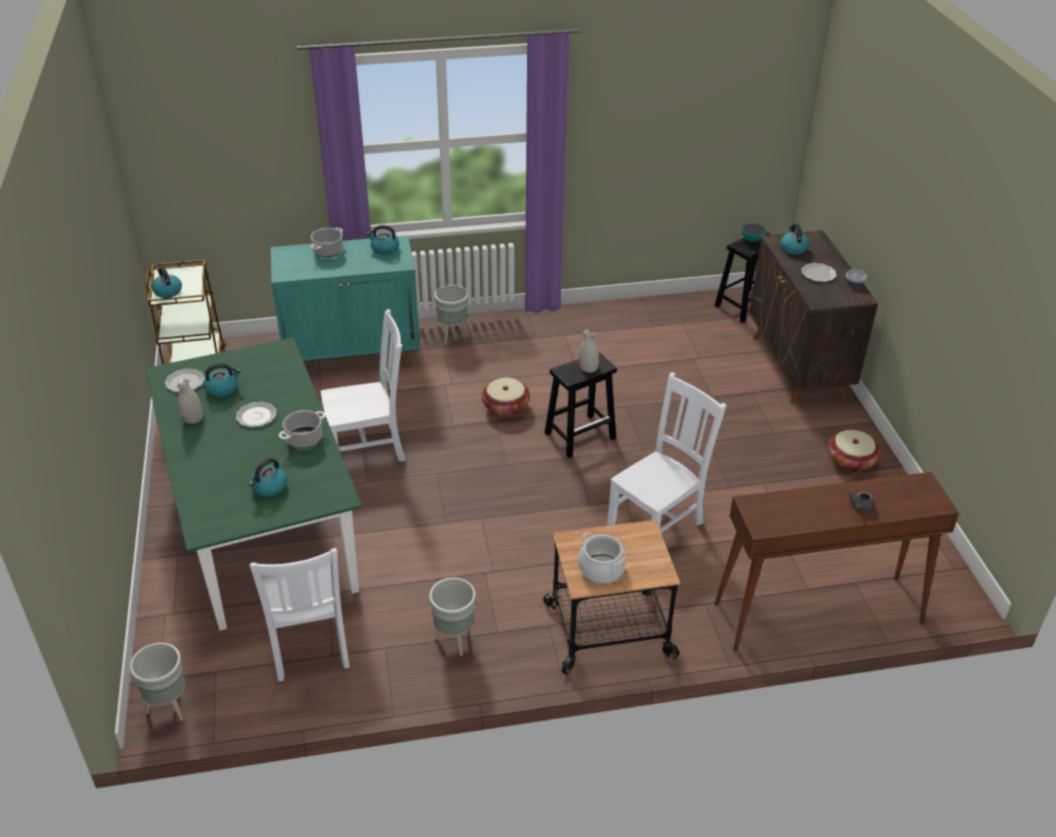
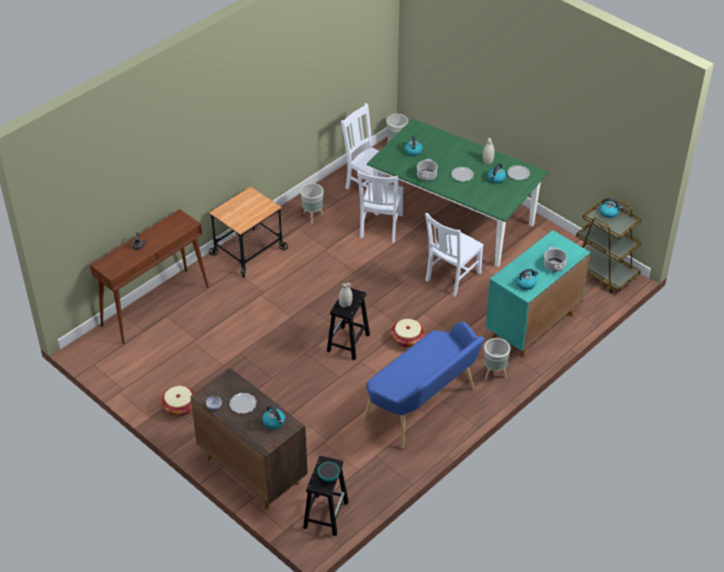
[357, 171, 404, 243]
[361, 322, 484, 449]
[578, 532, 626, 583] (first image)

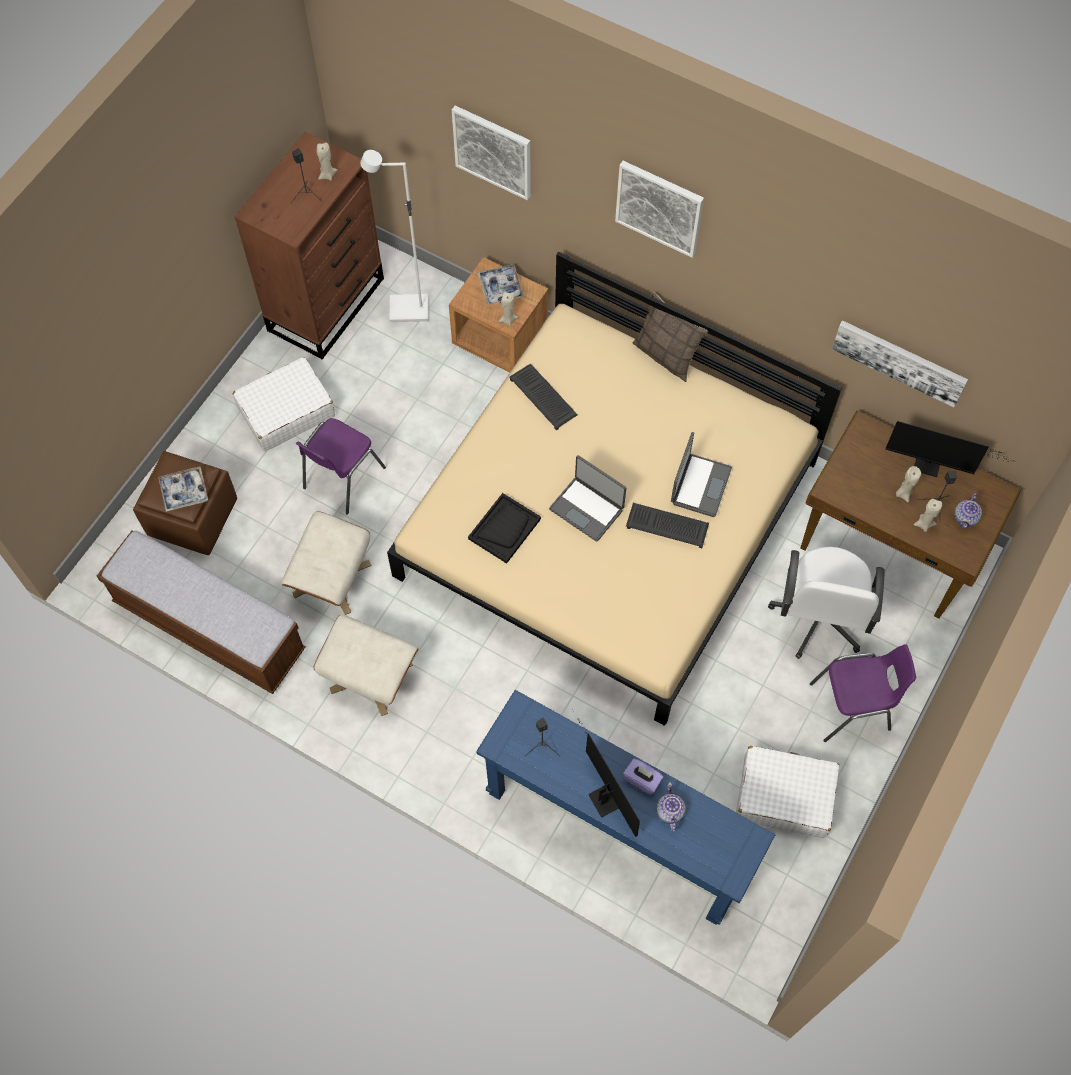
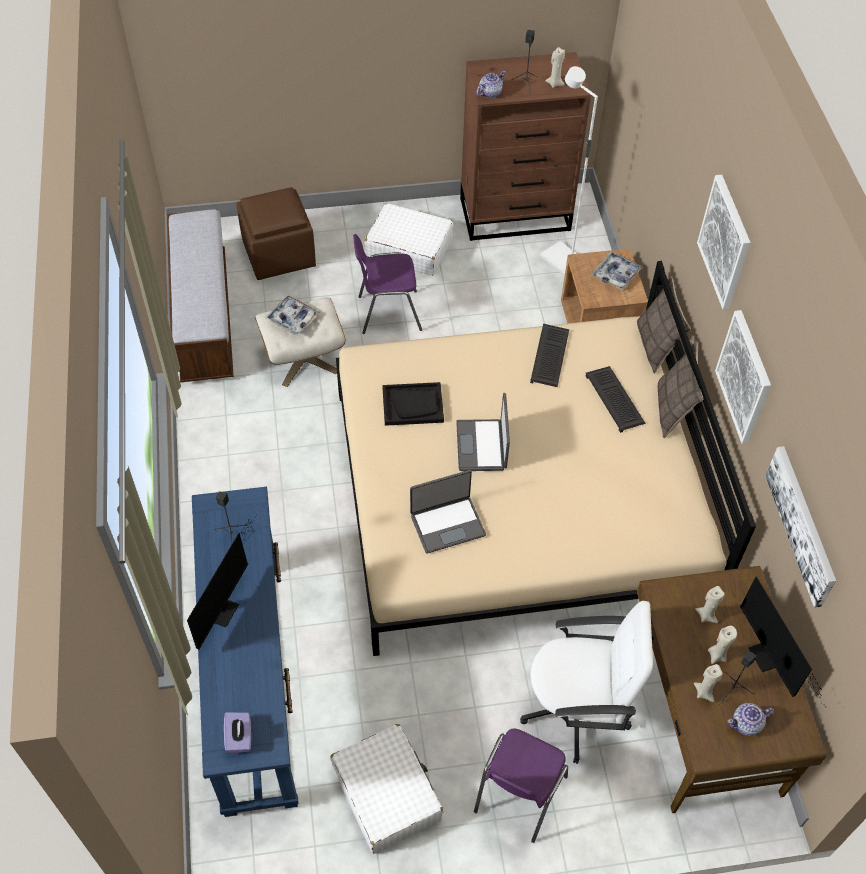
[224, 712, 251, 754]
[265, 295, 319, 335]
[410, 470, 486, 554]
[474, 728, 568, 843]
[476, 71, 506, 98]
[520, 601, 653, 764]
[586, 366, 645, 433]
[637, 277, 691, 374]
[695, 586, 725, 623]
[715, 310, 771, 444]
[313, 615, 418, 716] (first image)

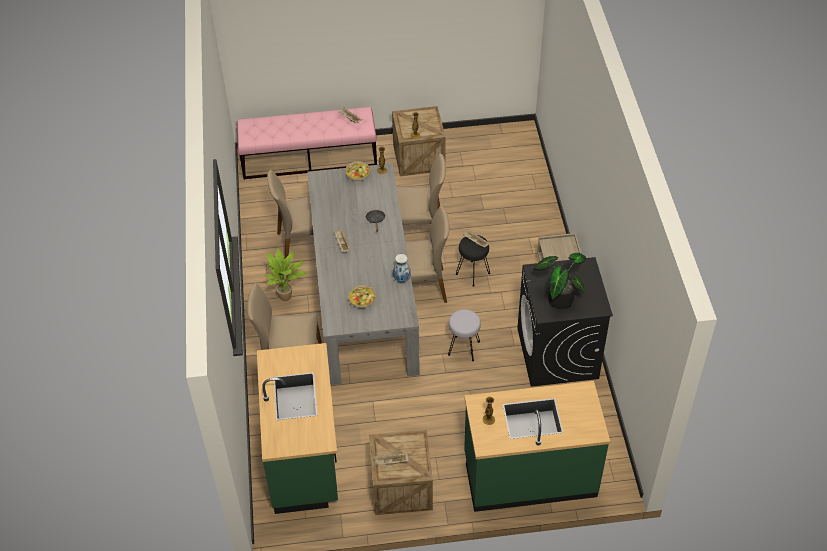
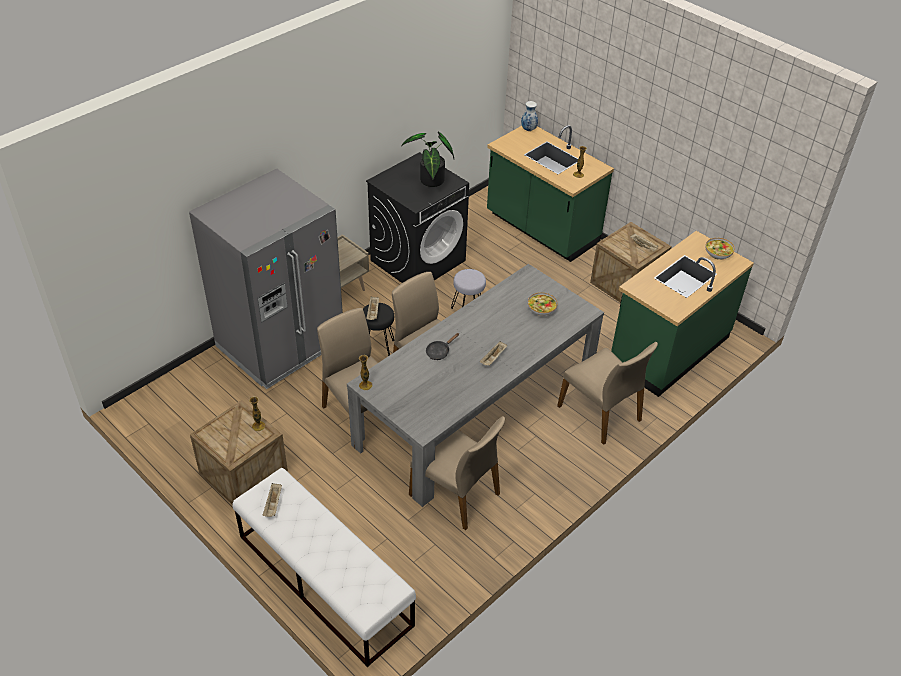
[189, 169, 343, 389]
[233, 468, 416, 667]
[521, 101, 538, 131]
[705, 238, 735, 260]
[264, 248, 307, 301] (first image)

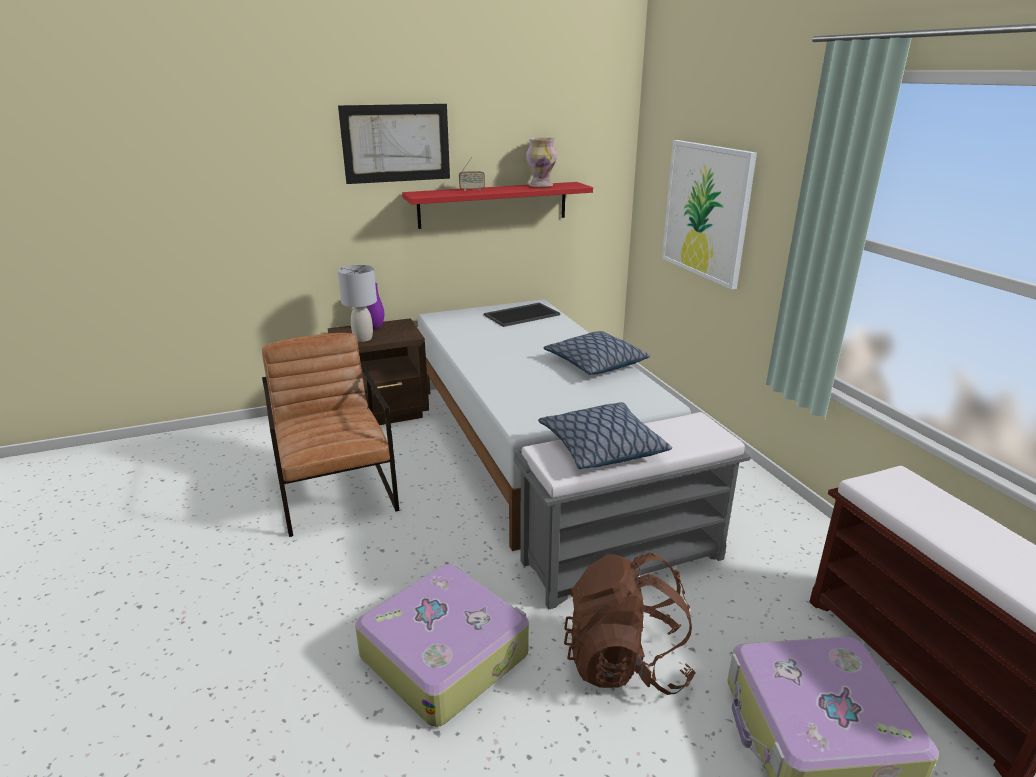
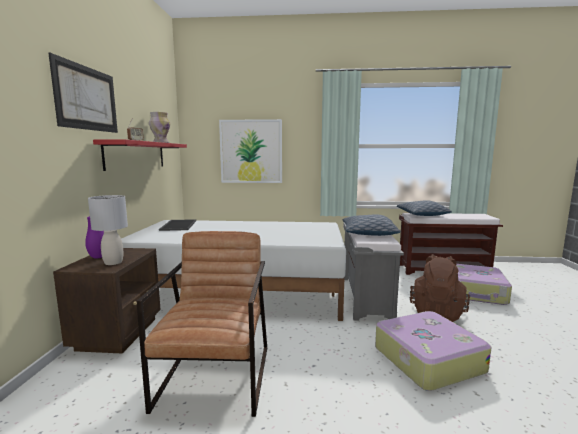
[136, 231, 267, 417]
[397, 200, 452, 216]

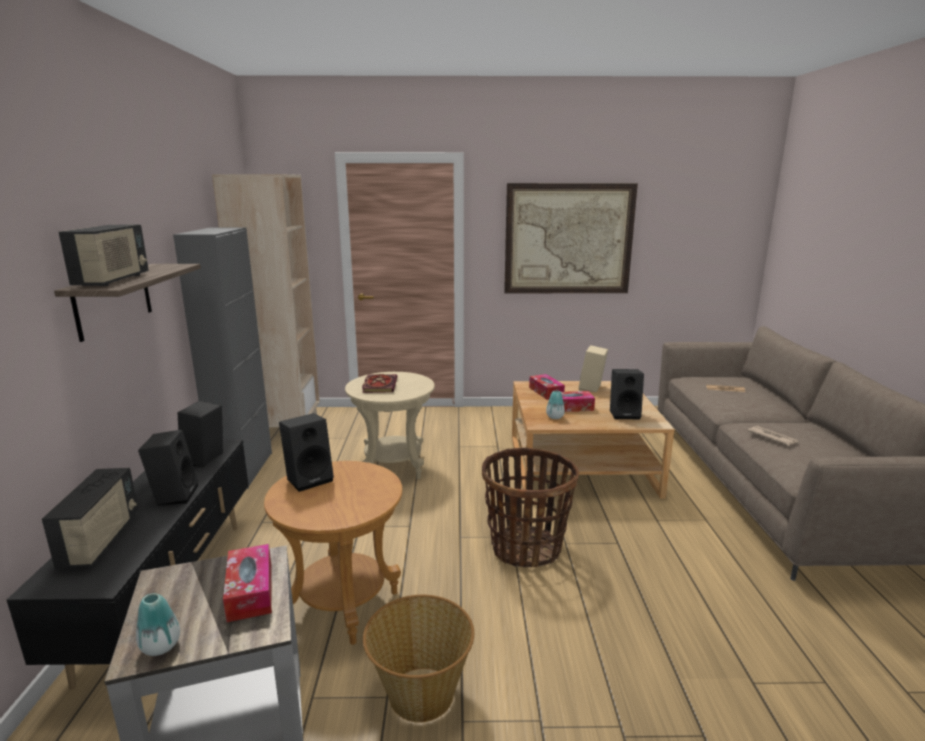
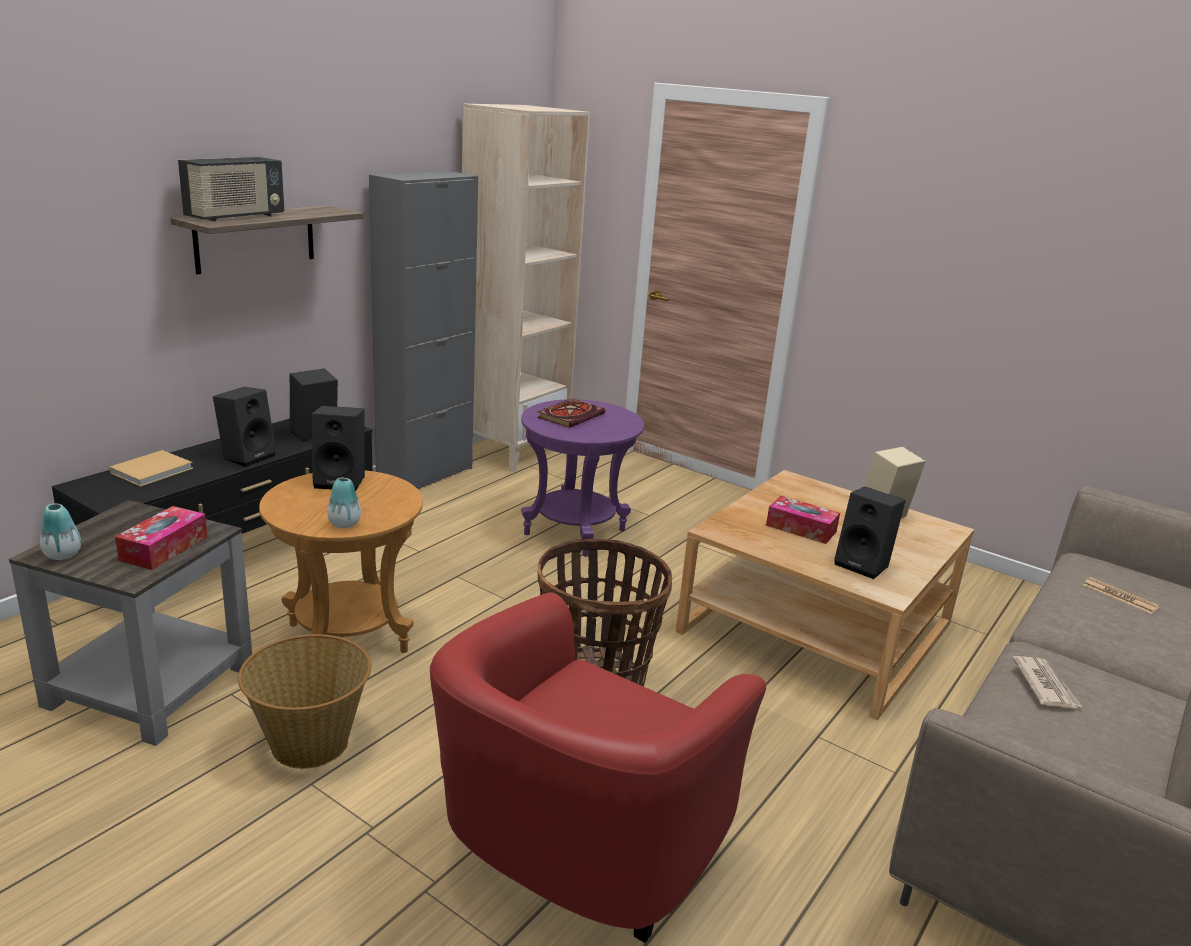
[109, 450, 193, 487]
[328, 478, 361, 528]
[430, 592, 766, 943]
[521, 399, 644, 557]
[504, 183, 638, 293] (first image)
[529, 374, 565, 400] (first image)

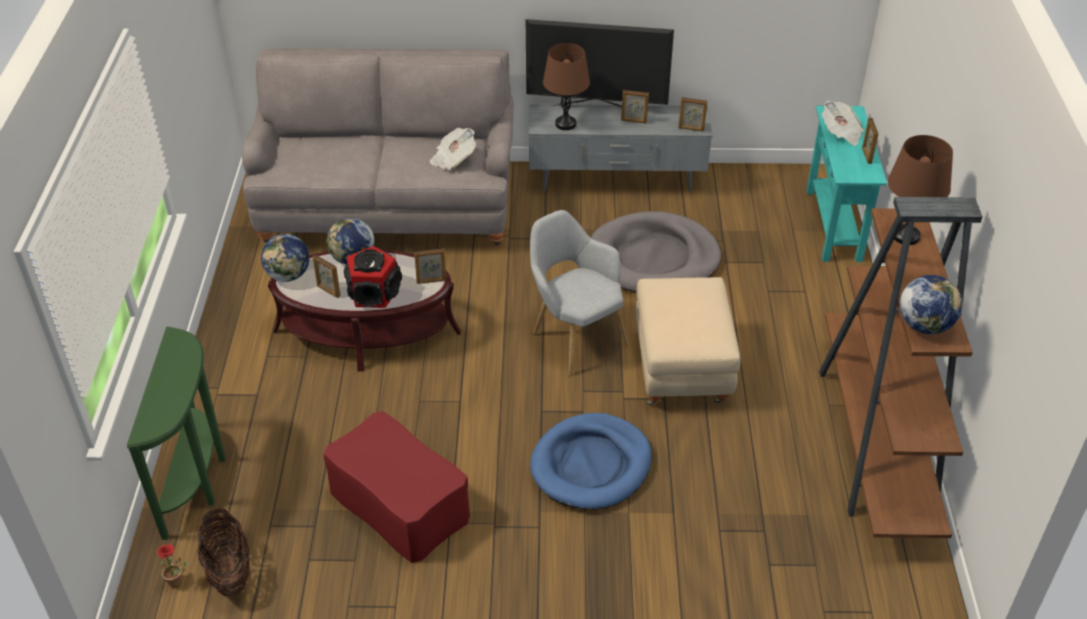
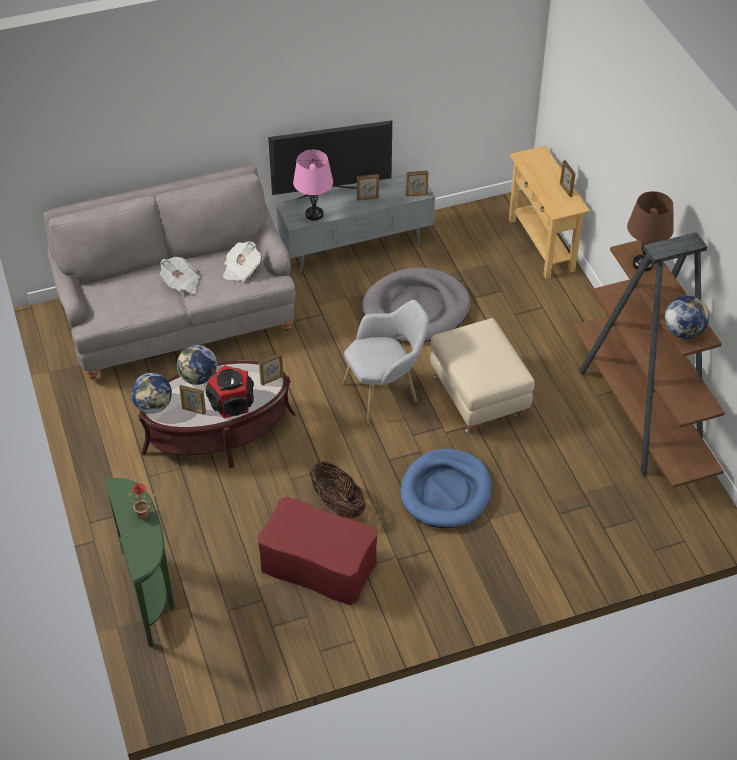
[128, 483, 158, 519]
[160, 257, 200, 294]
[293, 150, 333, 221]
[310, 461, 366, 519]
[343, 300, 429, 424]
[509, 146, 590, 279]

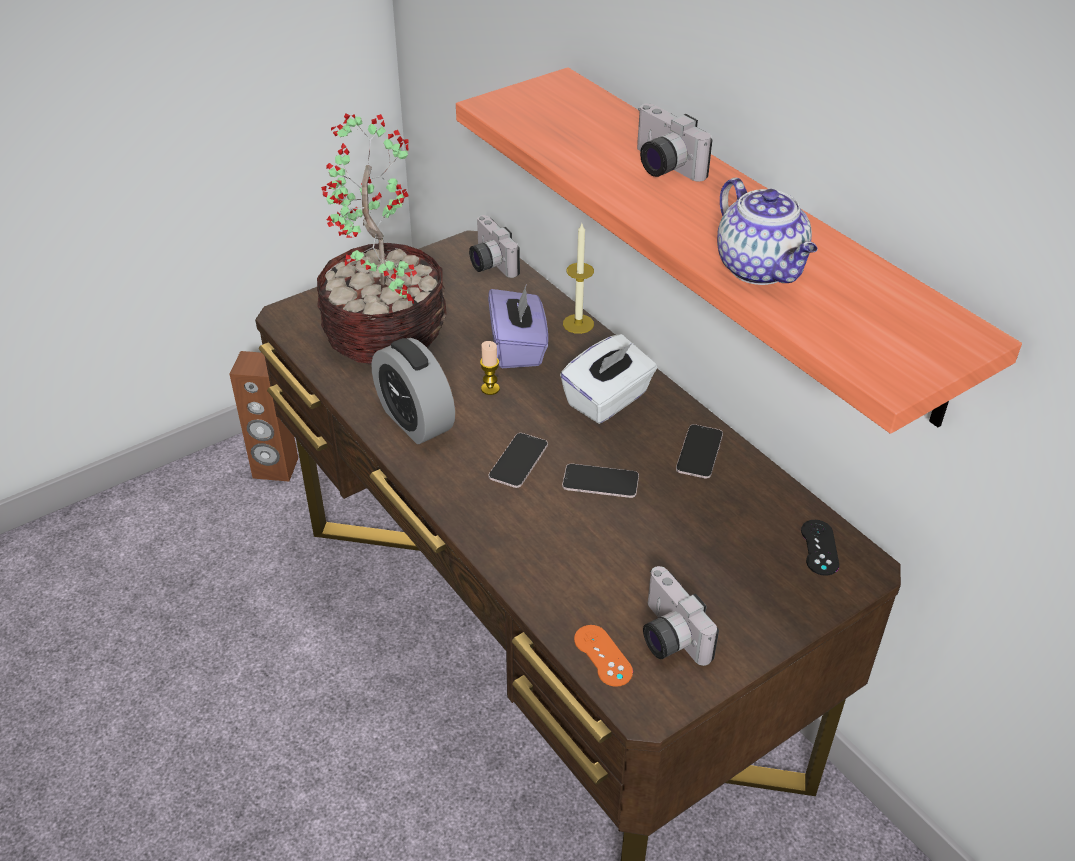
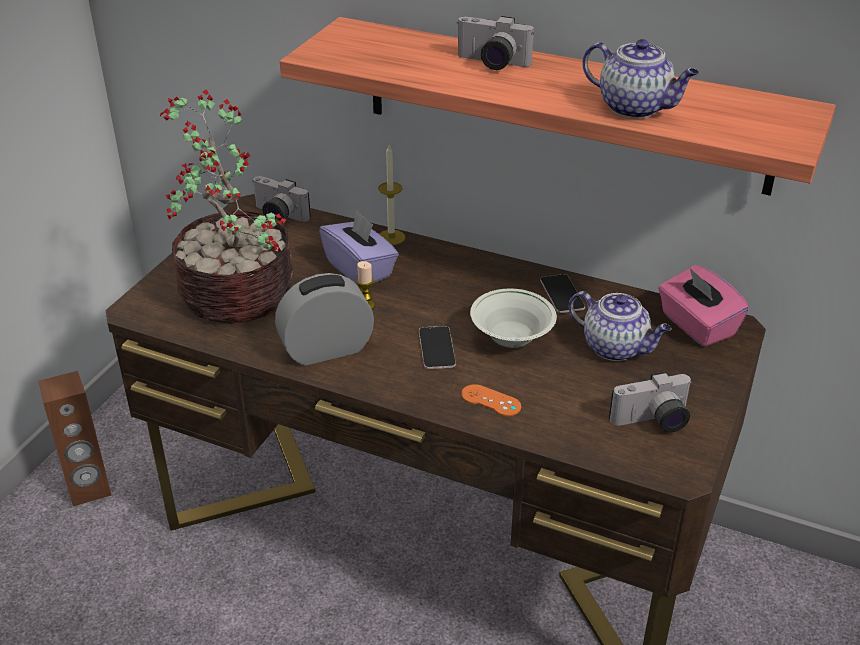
[275, 273, 374, 366]
[461, 384, 521, 416]
[470, 289, 557, 348]
[569, 291, 671, 361]
[609, 372, 692, 433]
[658, 265, 749, 347]
[560, 334, 657, 424] (first image)

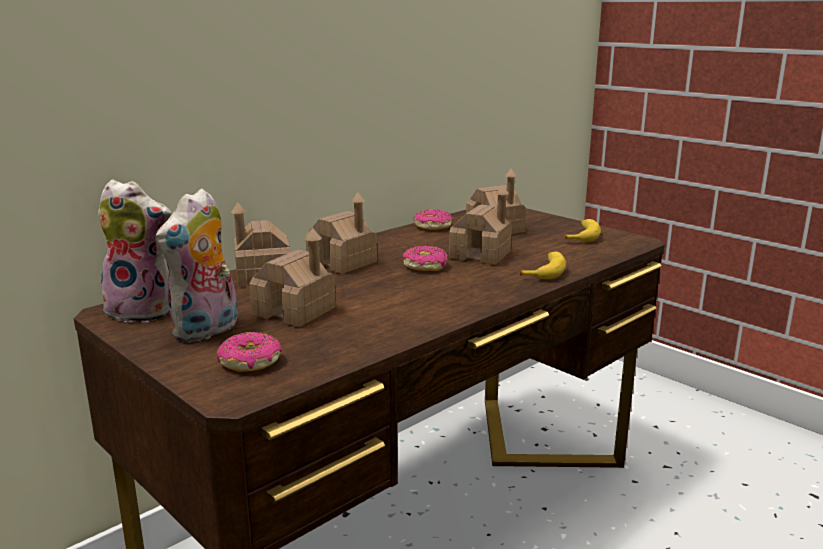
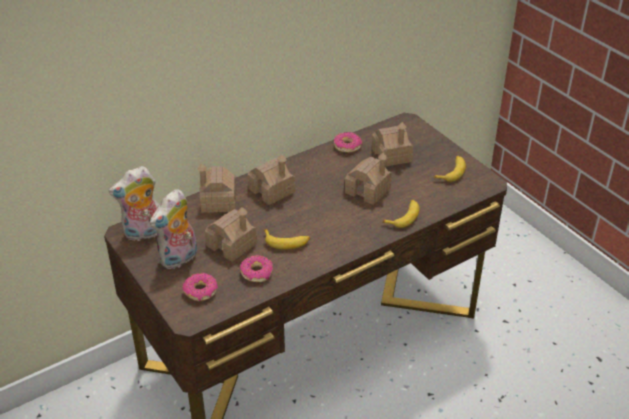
[109, 166, 159, 242]
[240, 255, 273, 282]
[264, 229, 310, 250]

